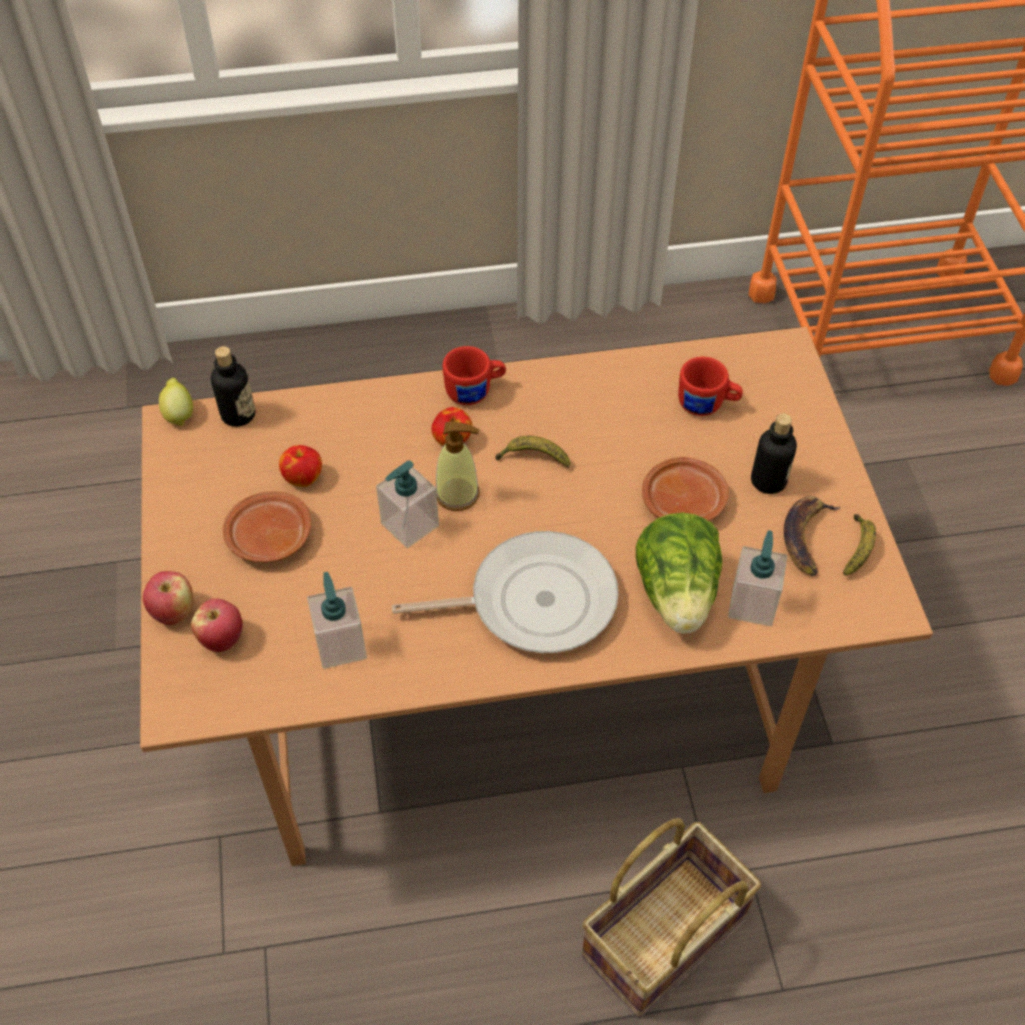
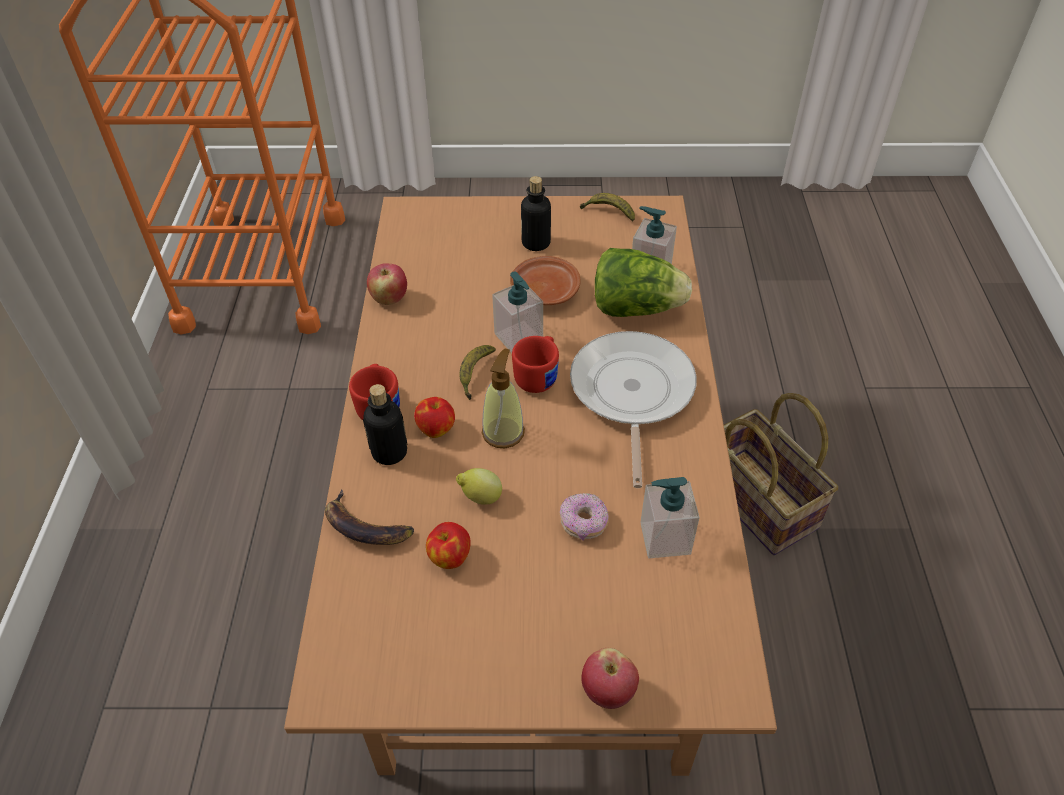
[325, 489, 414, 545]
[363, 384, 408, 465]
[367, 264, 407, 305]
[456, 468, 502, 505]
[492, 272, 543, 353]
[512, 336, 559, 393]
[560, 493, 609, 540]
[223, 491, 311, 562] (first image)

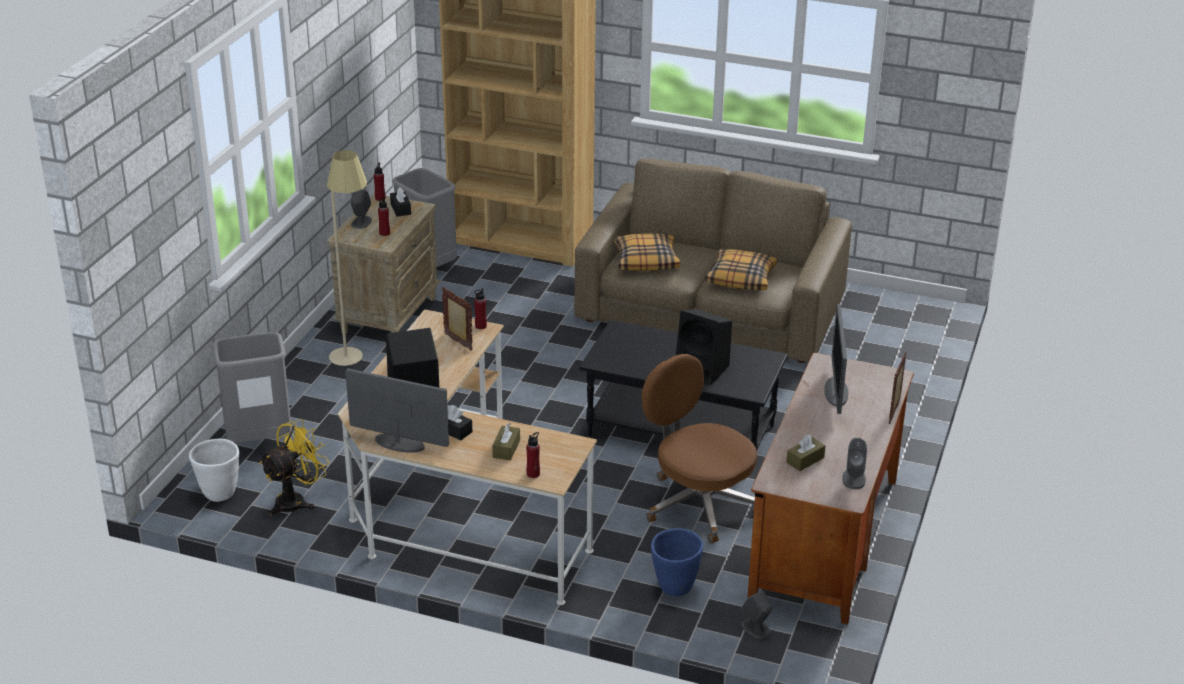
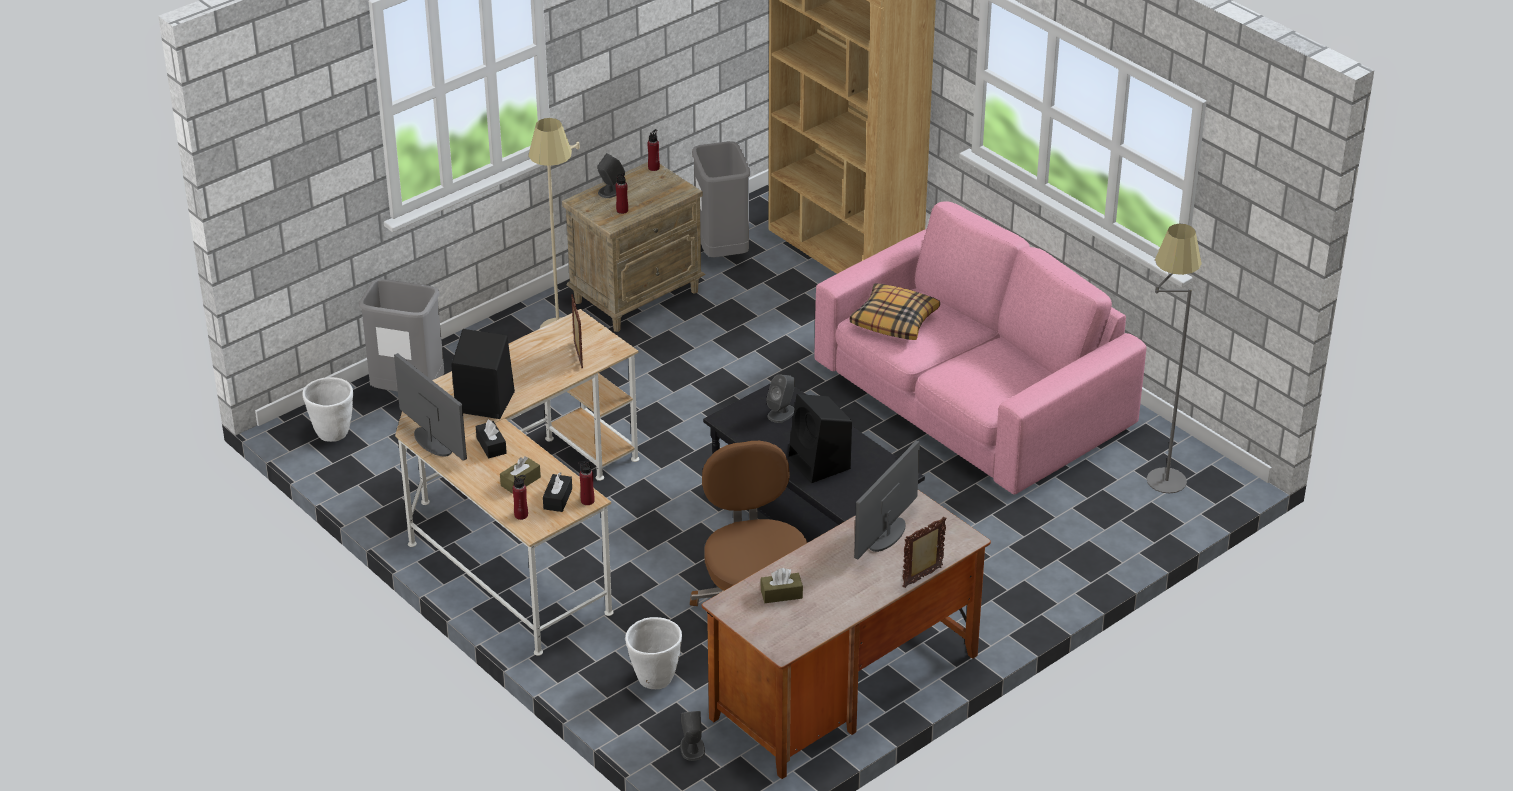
[543, 472, 572, 512]
[578, 461, 595, 505]
[625, 617, 682, 689]
[766, 374, 795, 423]
[815, 202, 1146, 494]
[1147, 224, 1202, 493]
[259, 419, 330, 517] (first image)
[705, 249, 777, 290] (first image)

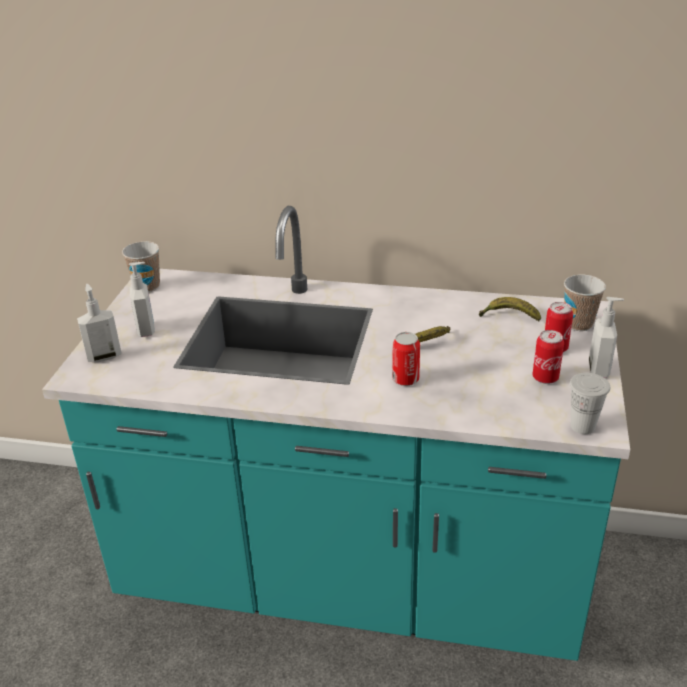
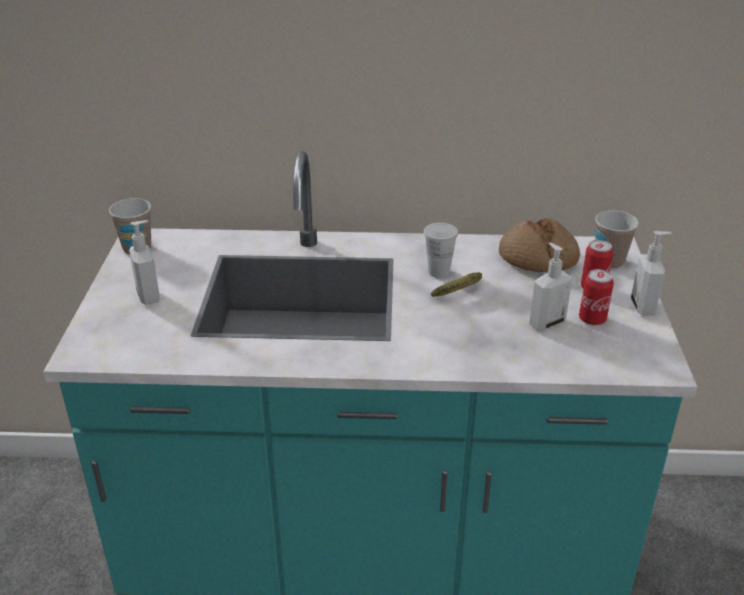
[424, 223, 458, 278]
[499, 218, 580, 272]
[529, 242, 572, 330]
[392, 332, 420, 386] (first image)

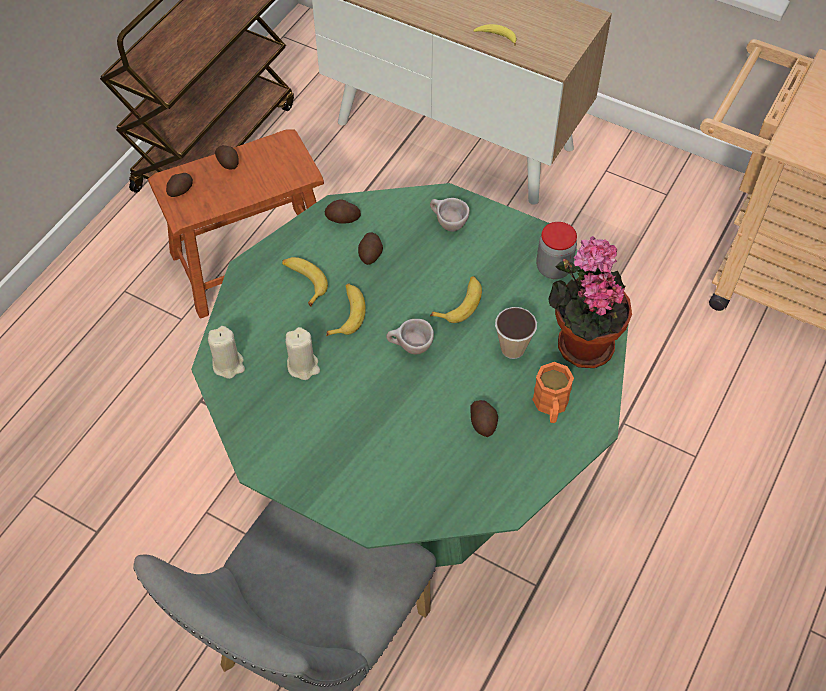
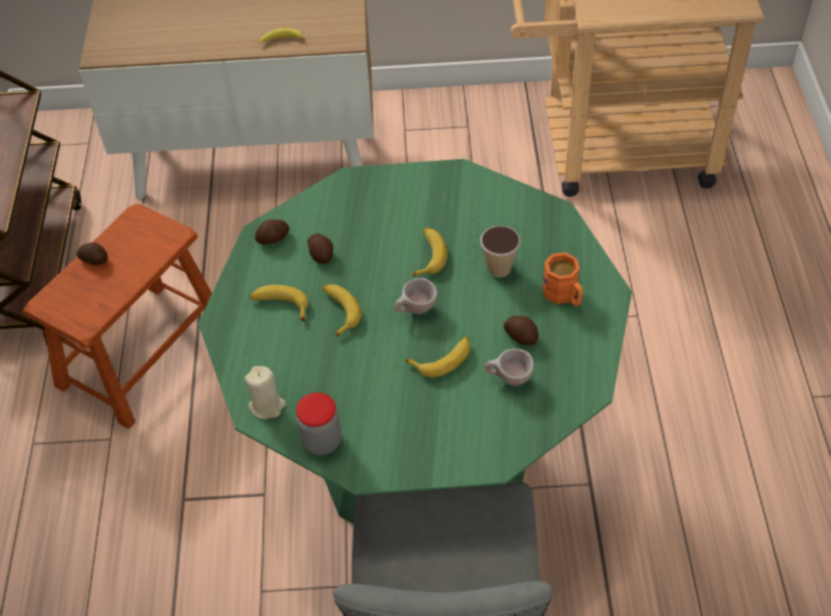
[296, 393, 341, 455]
[405, 337, 470, 377]
[484, 349, 534, 386]
[166, 173, 193, 197] (first image)
[285, 327, 320, 380] (first image)
[548, 236, 632, 368] (first image)

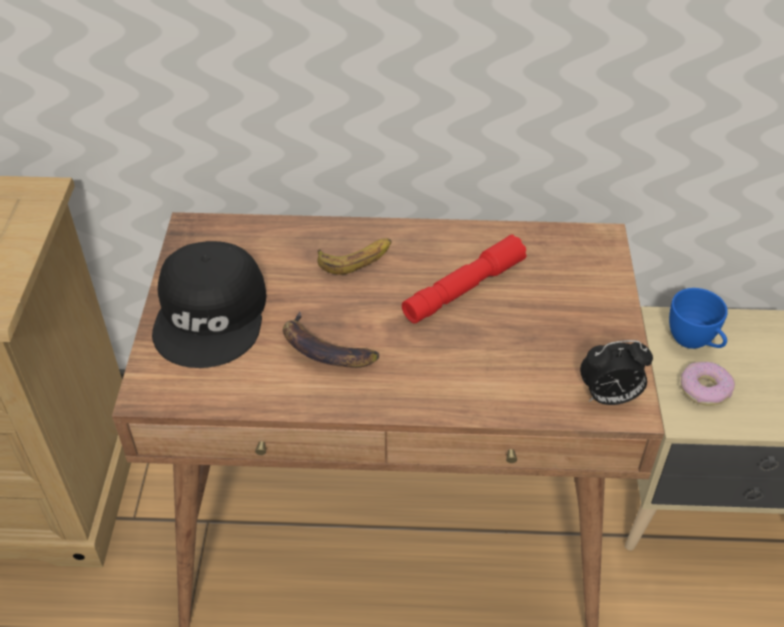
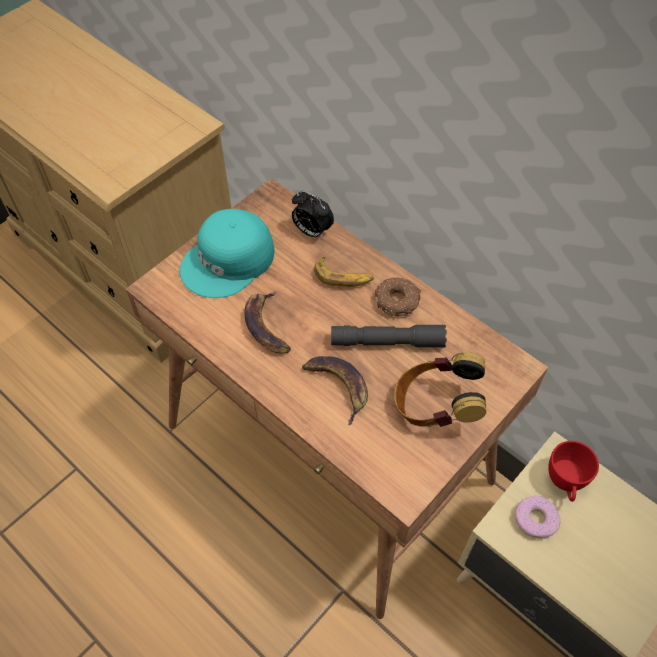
[179, 209, 275, 298]
[292, 191, 334, 239]
[302, 356, 368, 426]
[331, 325, 447, 347]
[375, 277, 421, 317]
[394, 352, 486, 427]
[548, 441, 599, 502]

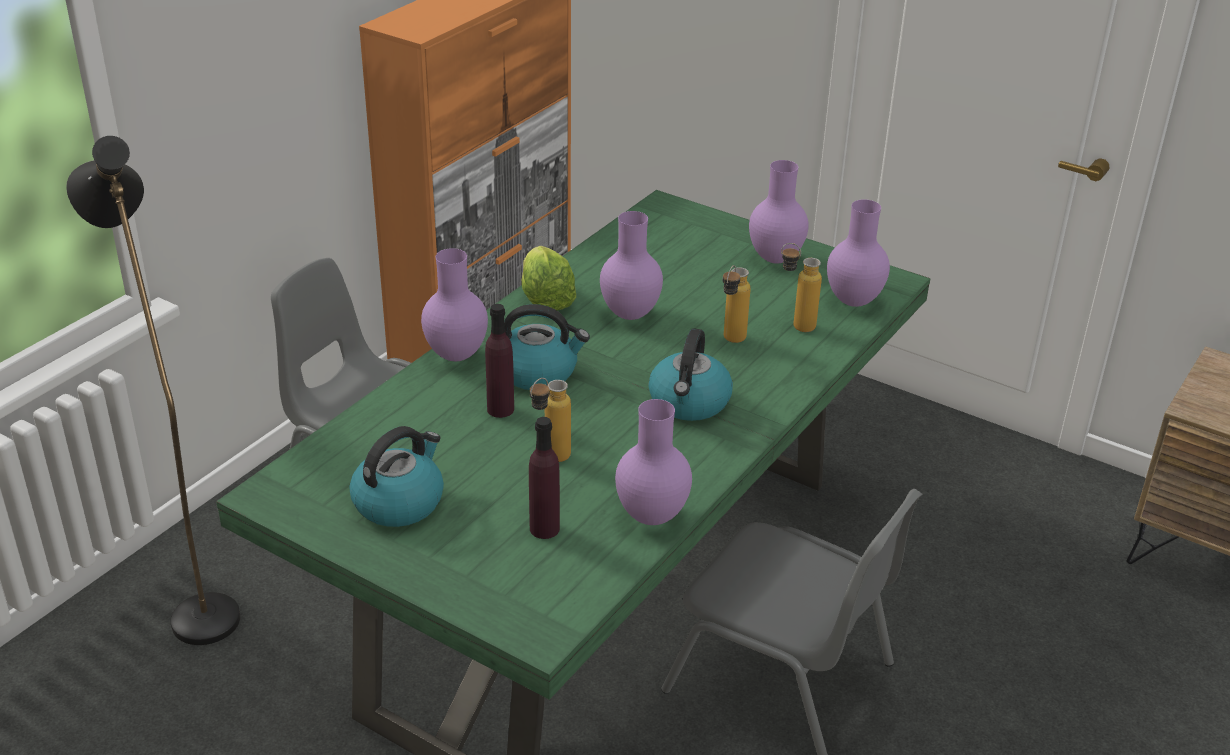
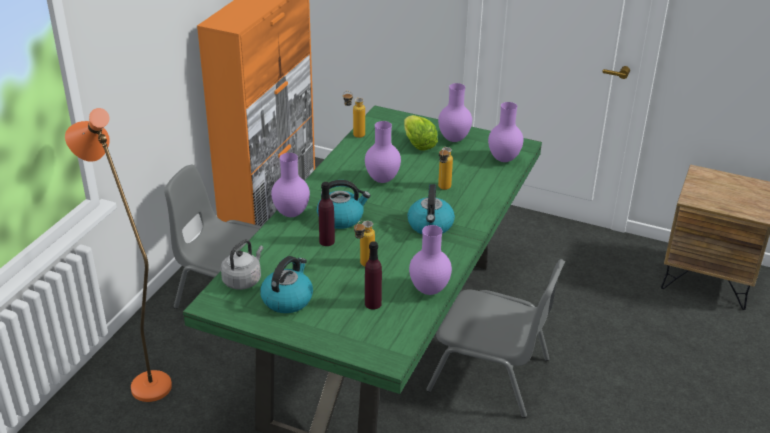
[65, 108, 172, 402]
[221, 239, 263, 290]
[343, 91, 365, 138]
[404, 115, 438, 150]

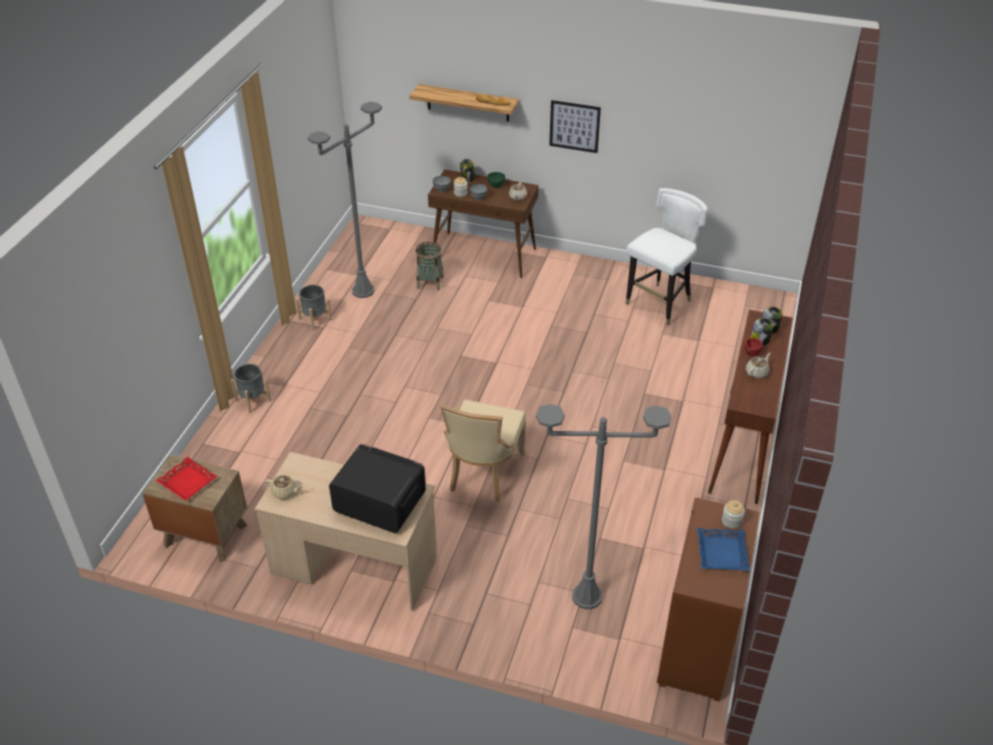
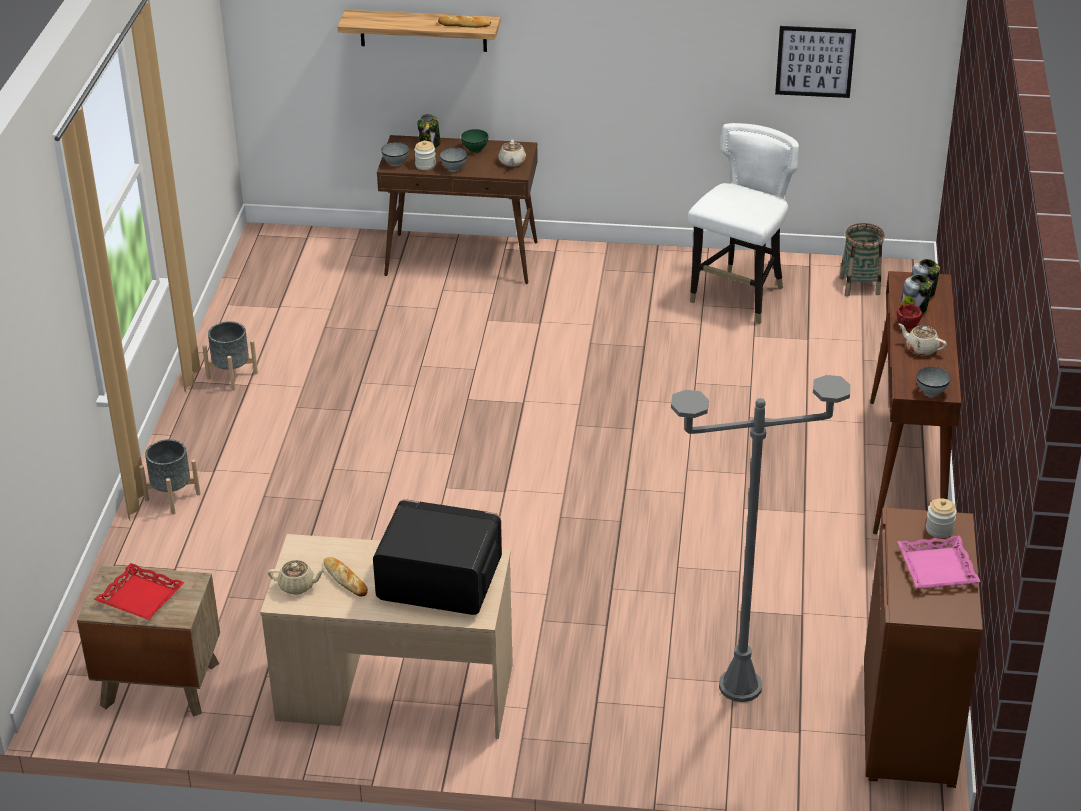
[324, 557, 368, 596]
[775, 26, 856, 98]
[839, 223, 885, 296]
[897, 536, 980, 589]
[899, 323, 947, 356]
[916, 367, 951, 397]
[308, 102, 382, 298] (first image)
[440, 400, 526, 502] (first image)

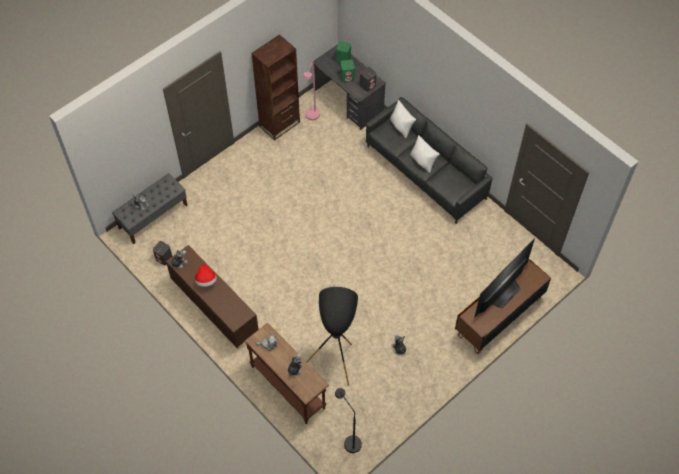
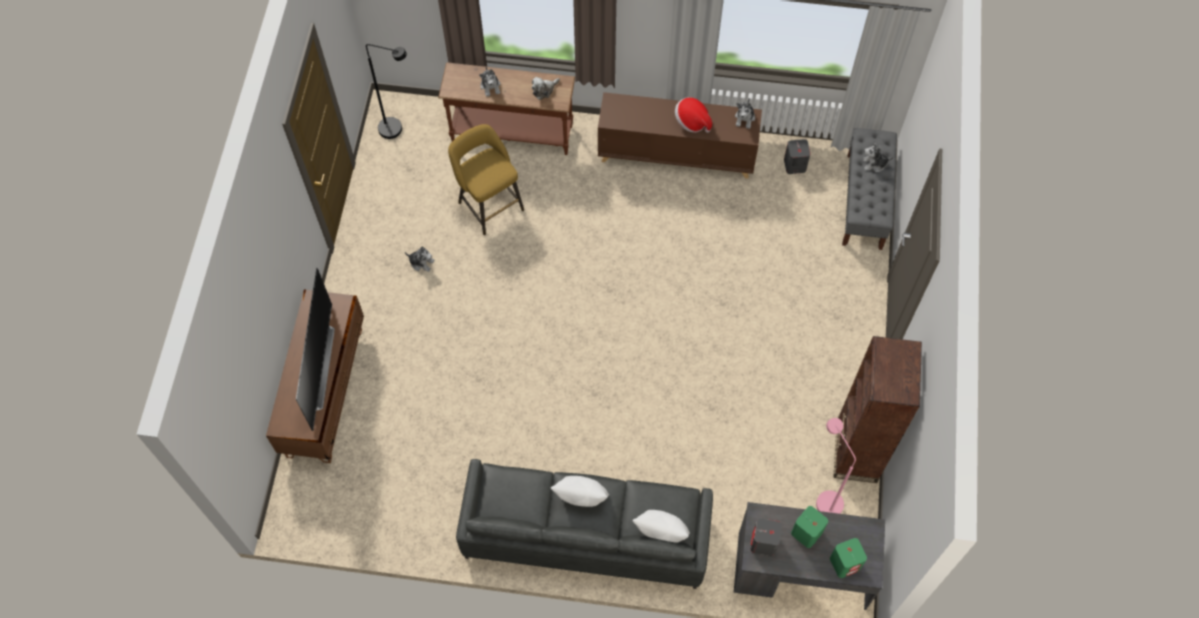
[448, 124, 524, 235]

